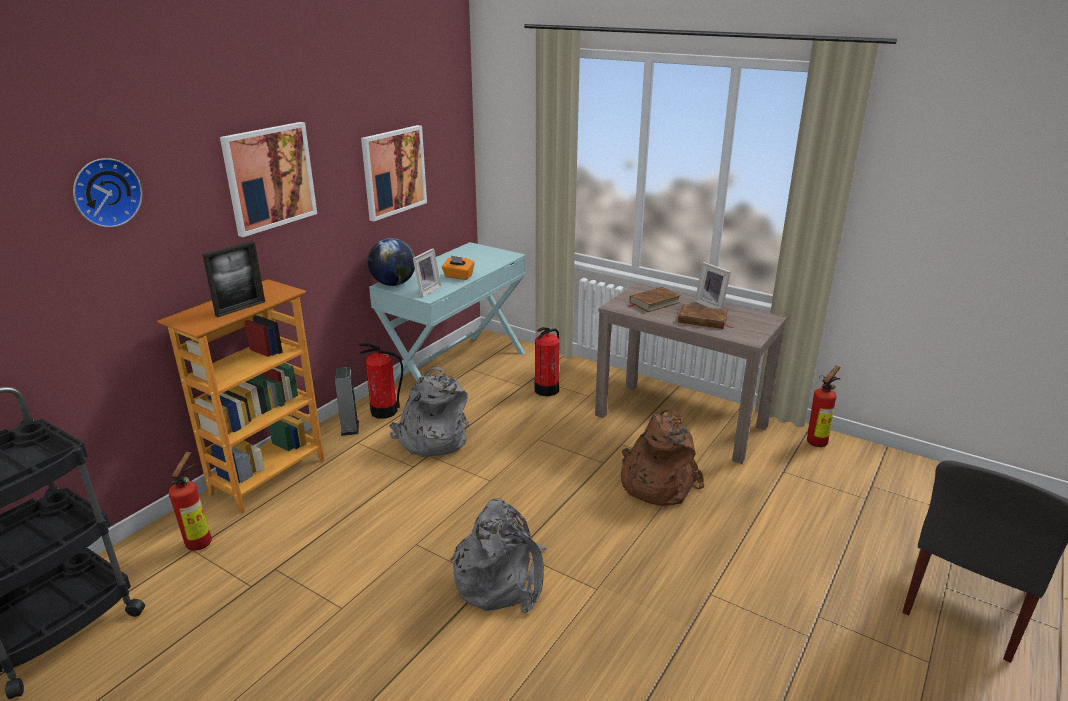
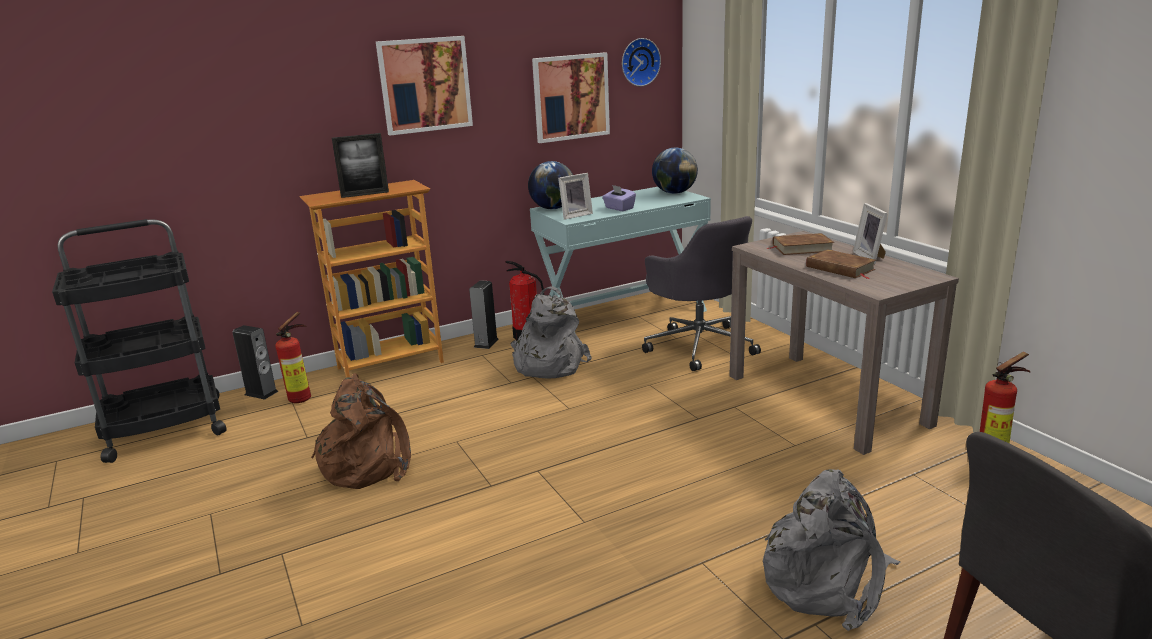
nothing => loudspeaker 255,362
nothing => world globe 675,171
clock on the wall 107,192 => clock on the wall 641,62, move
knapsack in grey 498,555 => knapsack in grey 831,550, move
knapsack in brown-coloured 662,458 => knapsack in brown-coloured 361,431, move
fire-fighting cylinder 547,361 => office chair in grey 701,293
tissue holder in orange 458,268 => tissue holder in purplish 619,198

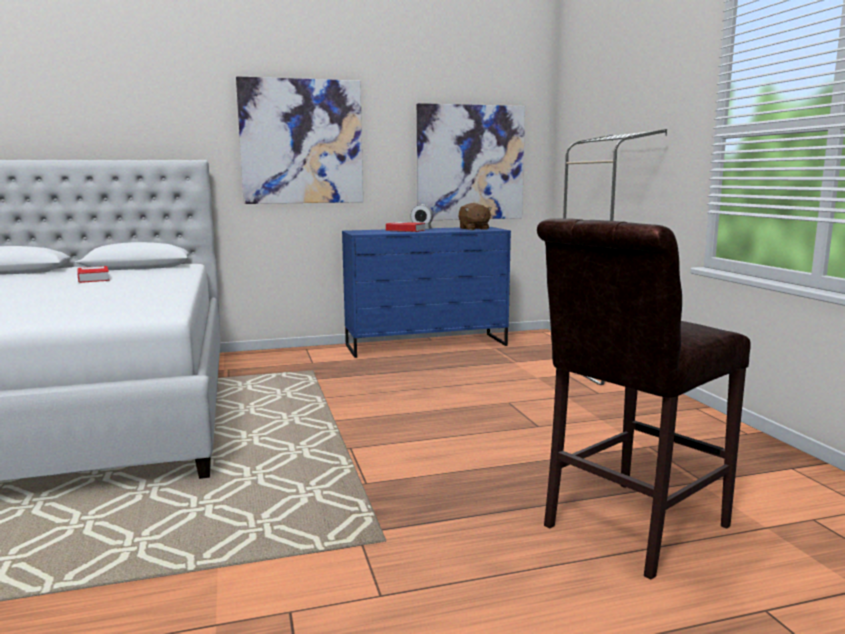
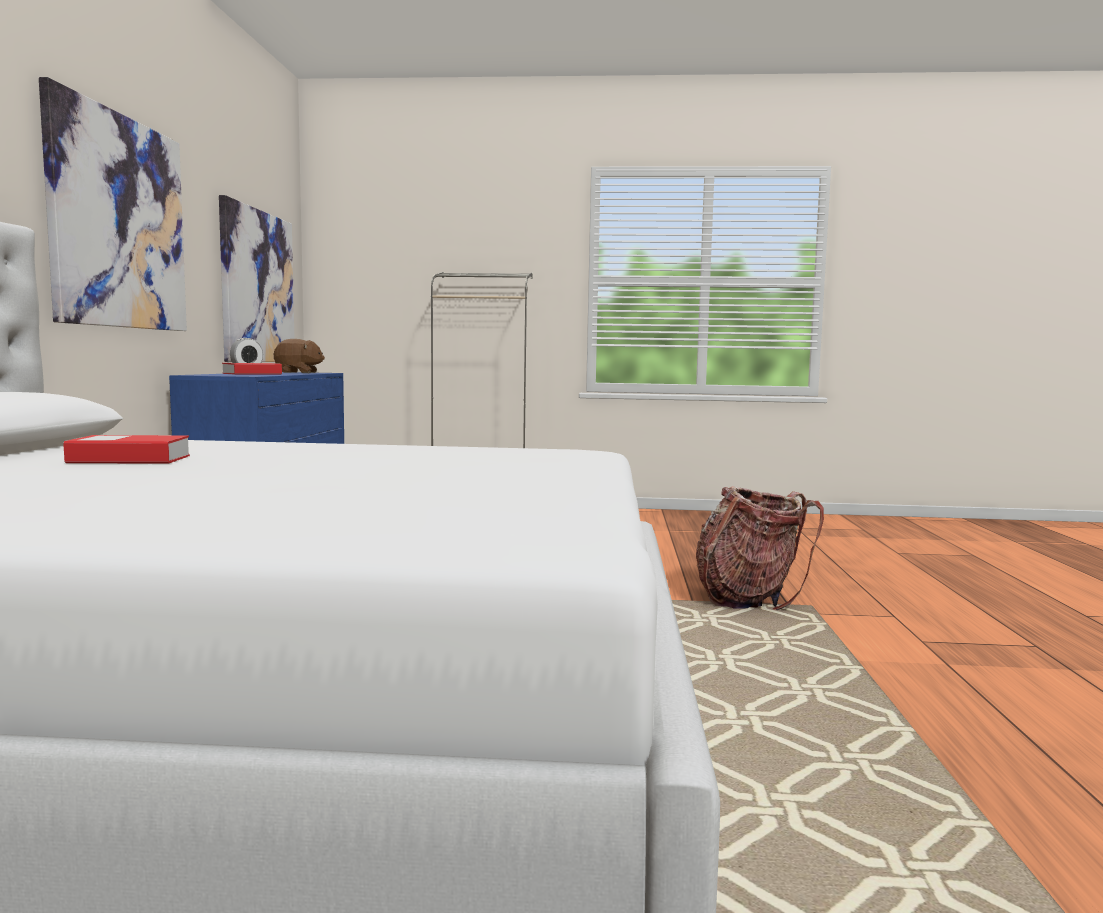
sitting stool in brown-coloured 644,399 => nothing
nothing => knapsack 760,548

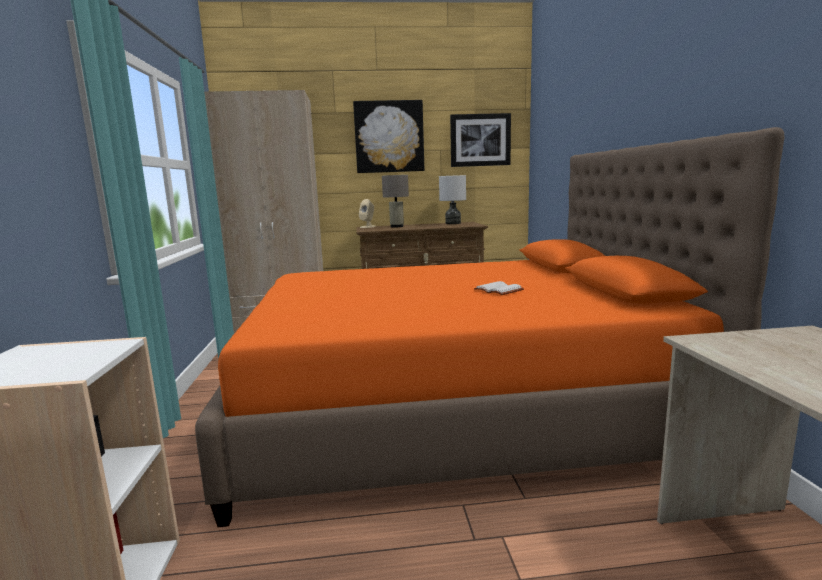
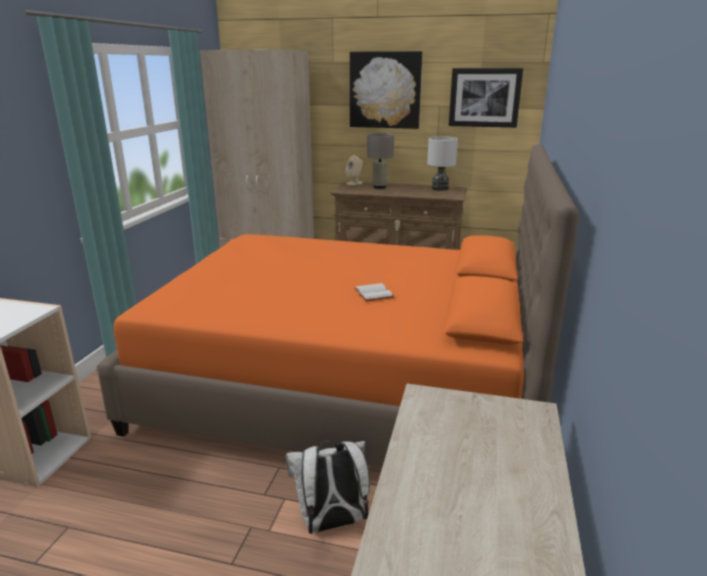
nothing => knapsack in whitish 327,487

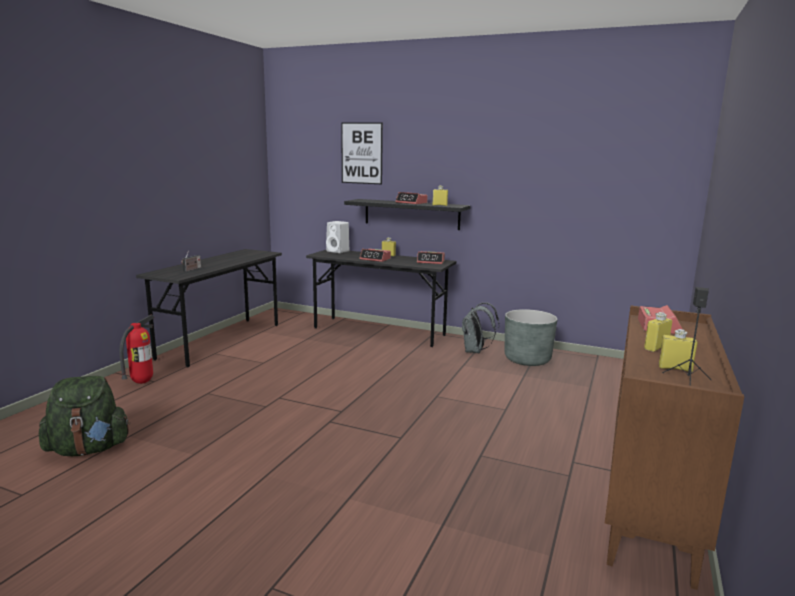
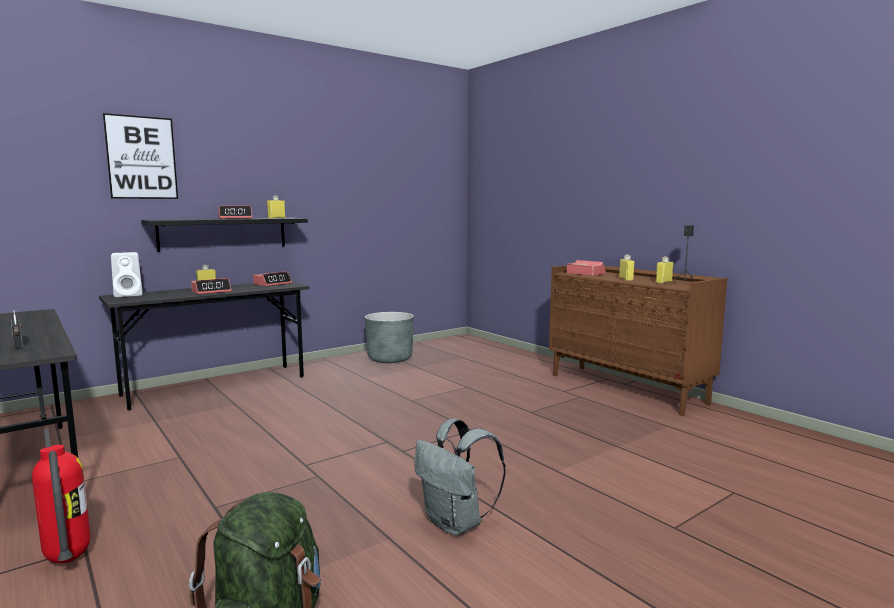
knapsack in grey 480,327 => knapsack in grey 460,477, move

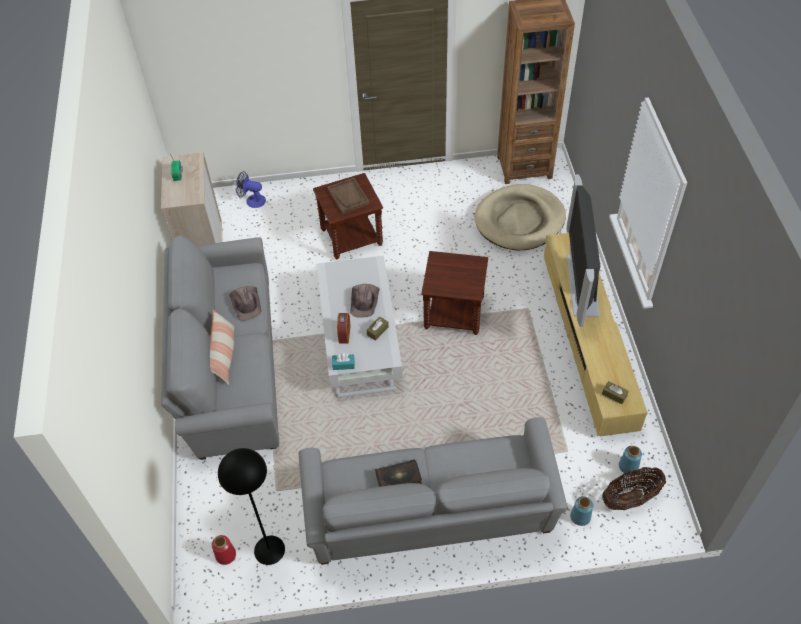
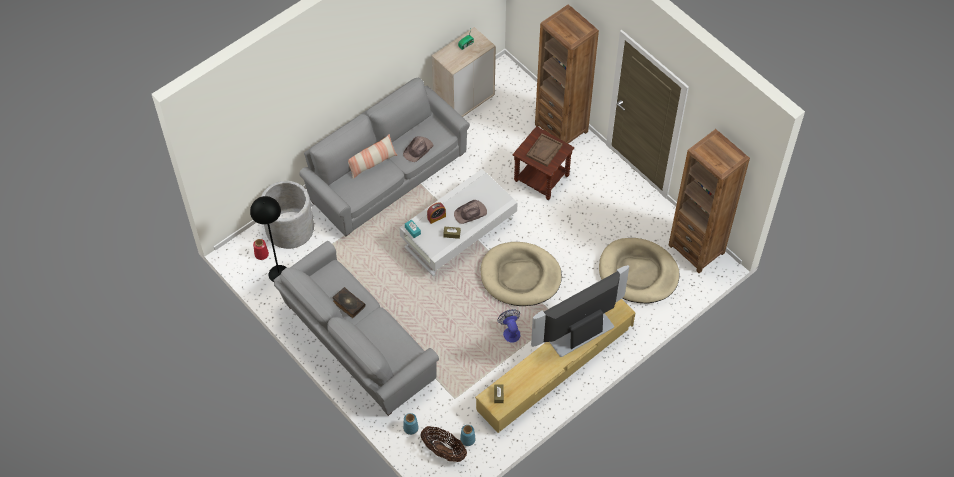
nothing => flower pot in grey 287,215
nothing => bookcase in brown-coloured 567,74
cooling fan 251,189 => cooling fan 508,326, move
end table in brown-coloured 454,293 => dog bed in sand-coloured 521,274

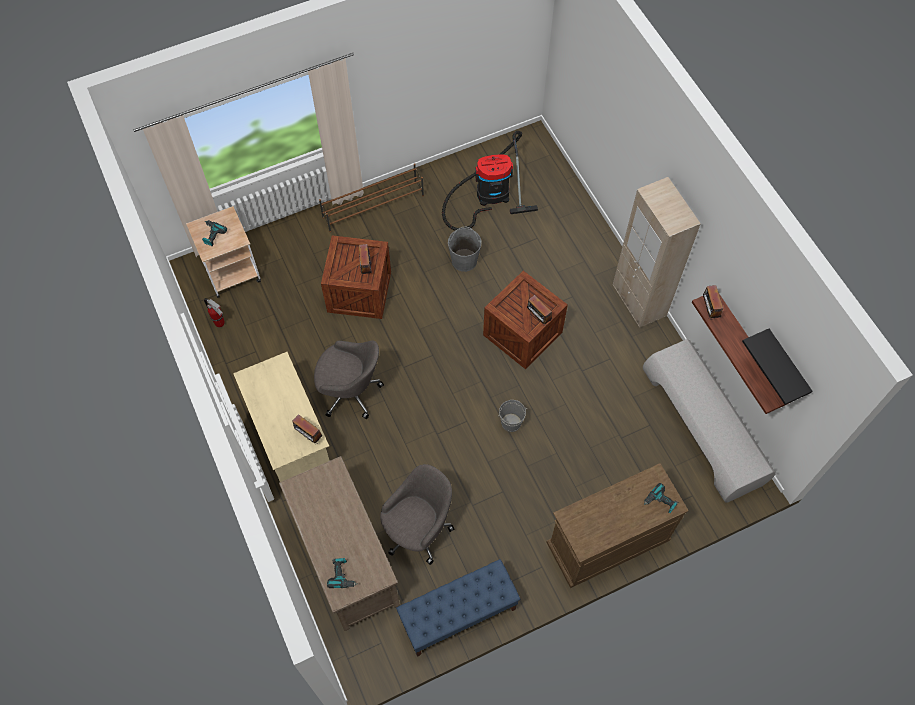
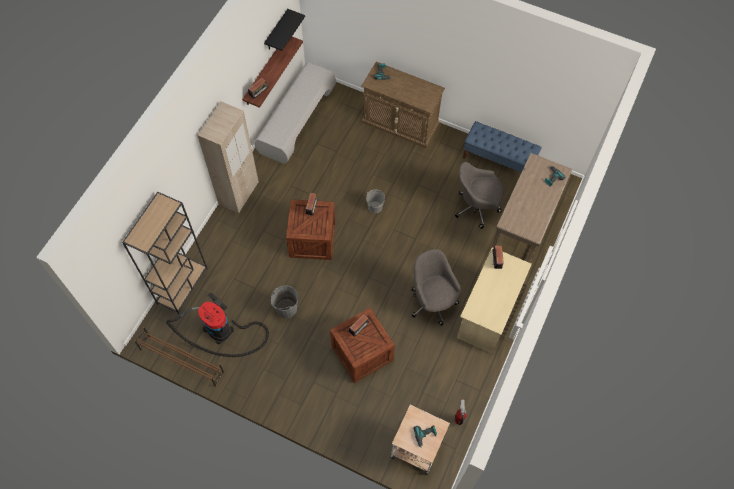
nothing => bookcase 165,253
shoe shelf in brown-coloured 371,197 => shoe shelf in brown-coloured 179,357, move

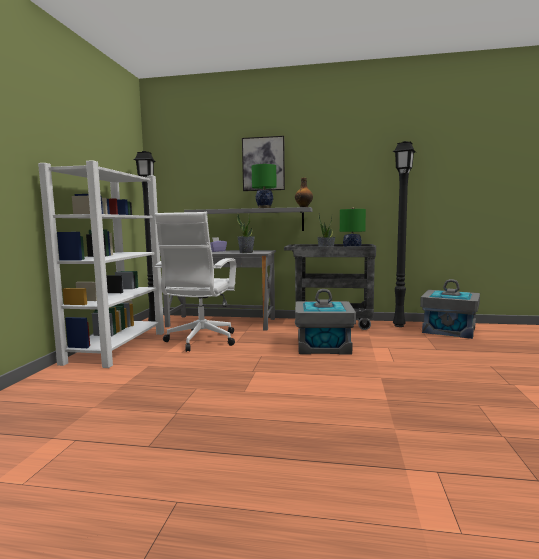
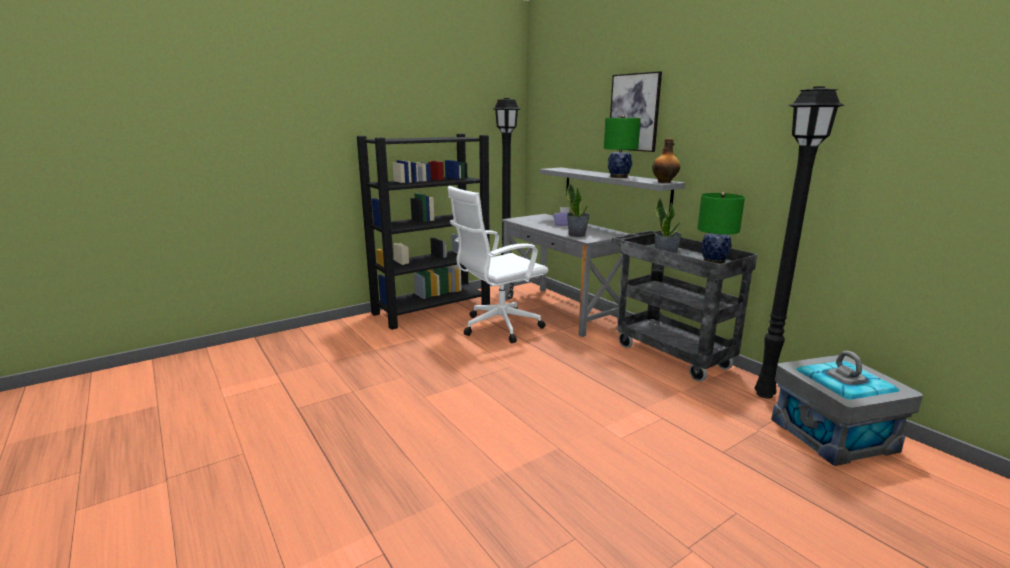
storage bin in grey 325,322 => nothing
bookcase in whitish 101,264 => bookcase in blackish 423,232

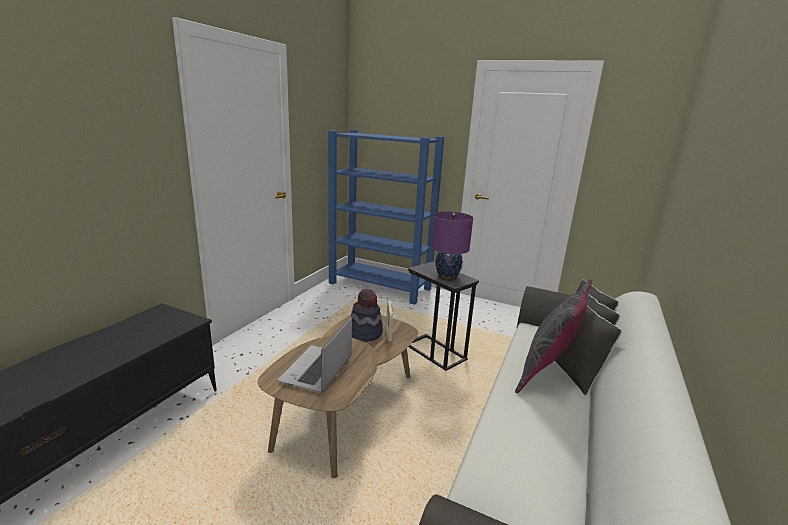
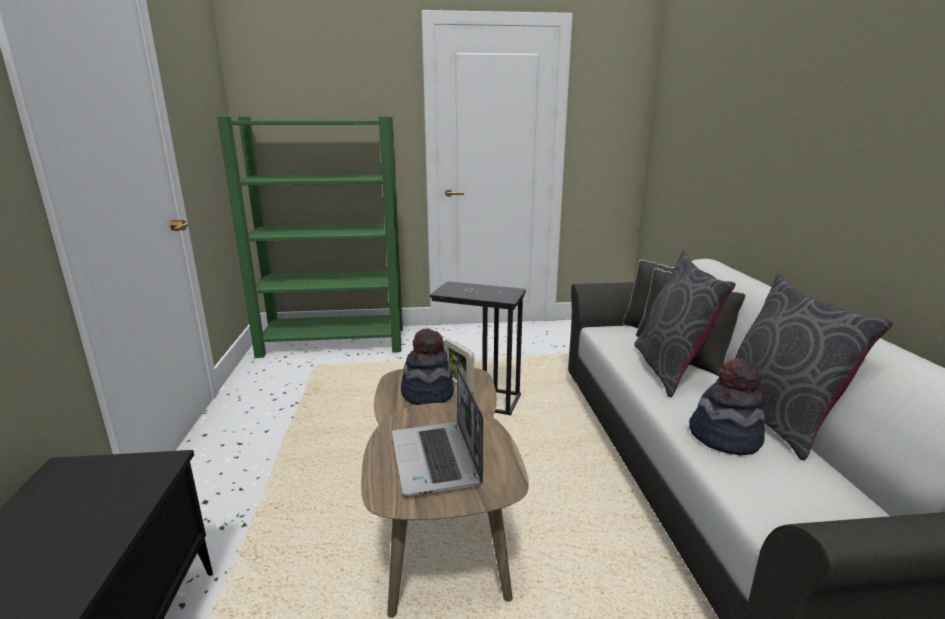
lamp for a table in purplish 452,246 => nothing
nothing => hat 727,407
nothing => cushion in grey 814,367
bookcase in blue 386,217 => bookcase in green-coloured 310,237

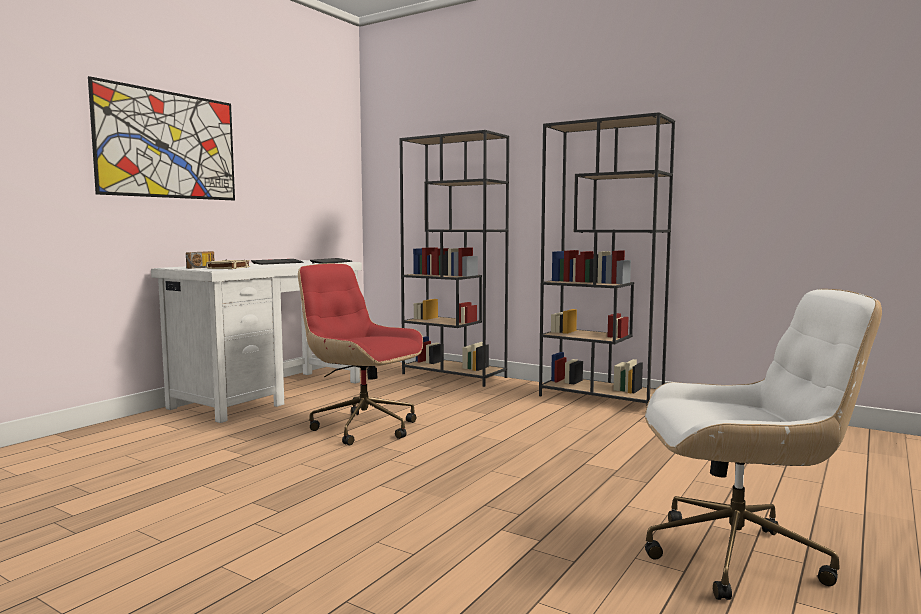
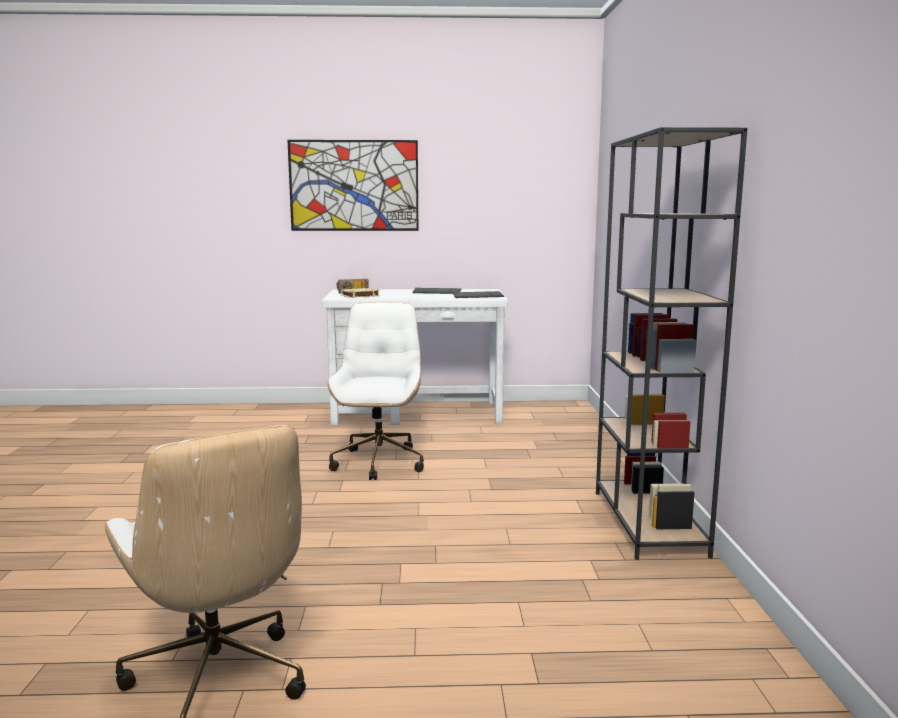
bookcase 454,258 => nothing
office chair in reddish 360,354 => office chair in whitish 376,391

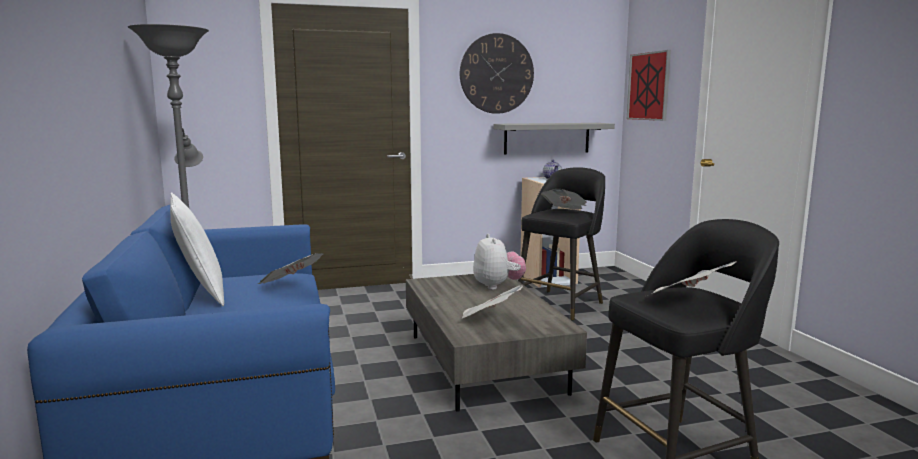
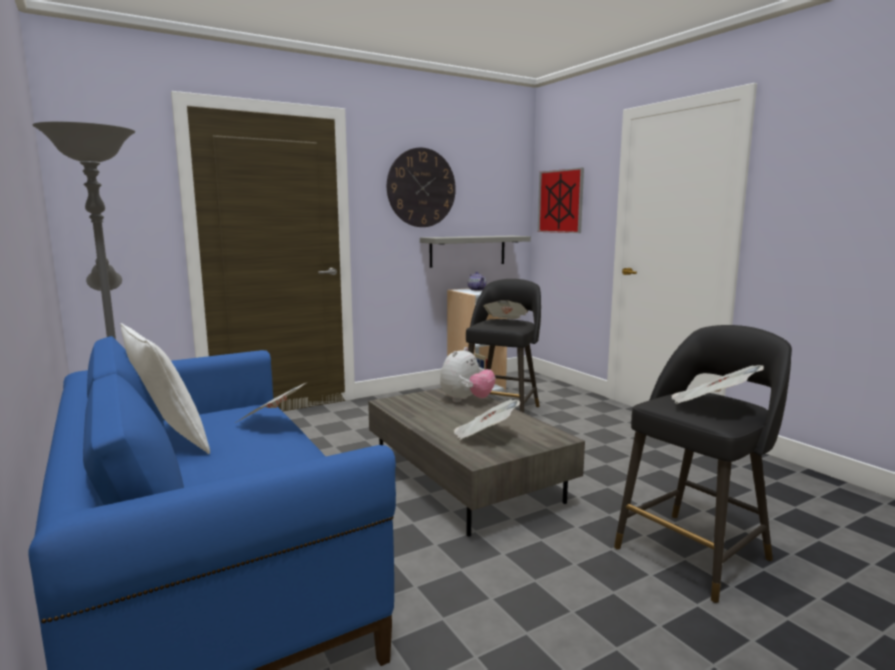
plush toy 499,262 => plush toy 468,374, 60 degrees clockwise

